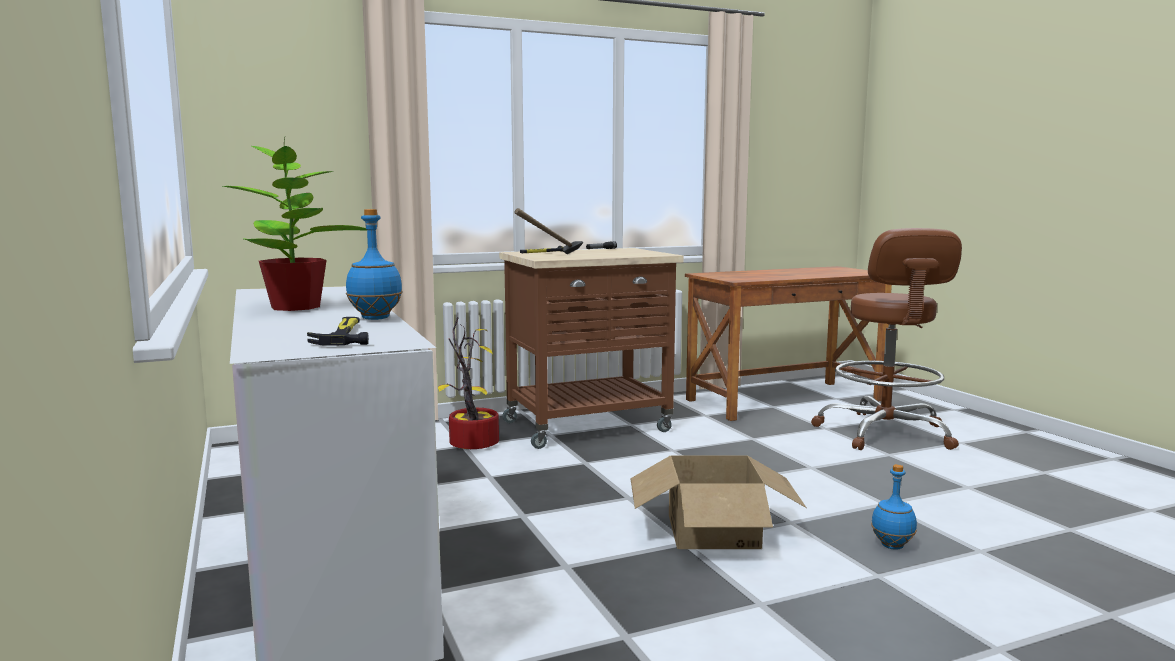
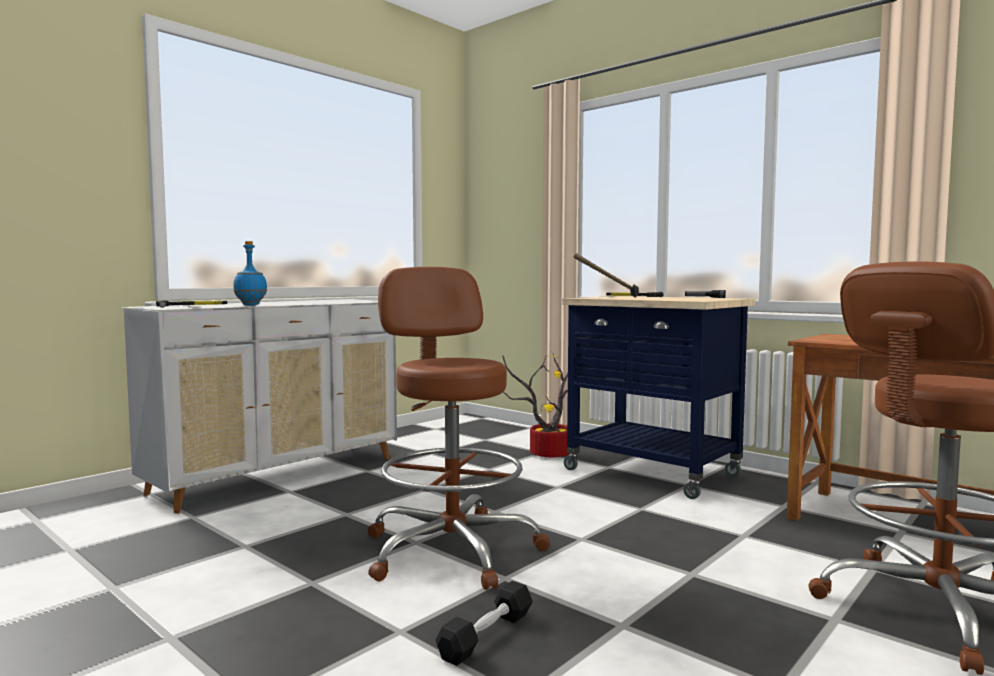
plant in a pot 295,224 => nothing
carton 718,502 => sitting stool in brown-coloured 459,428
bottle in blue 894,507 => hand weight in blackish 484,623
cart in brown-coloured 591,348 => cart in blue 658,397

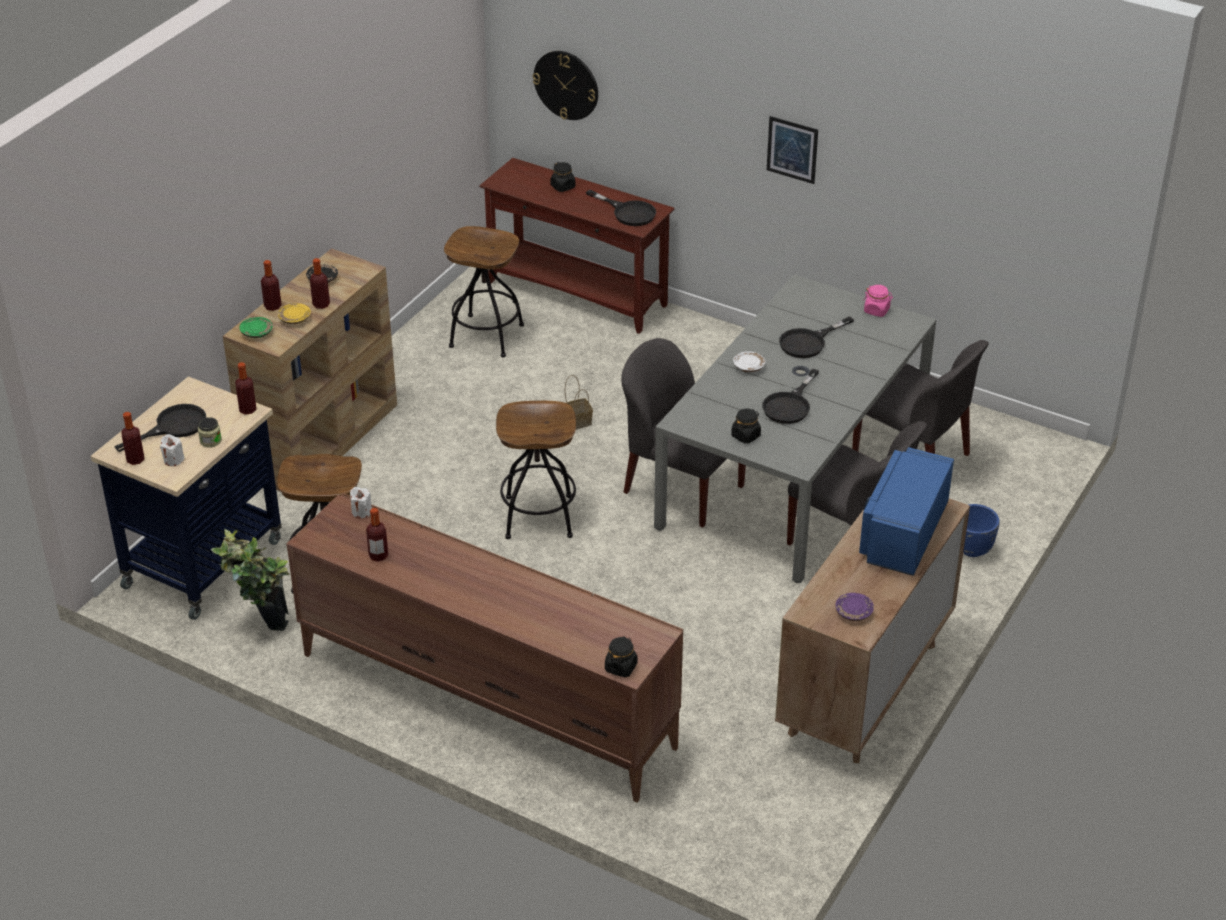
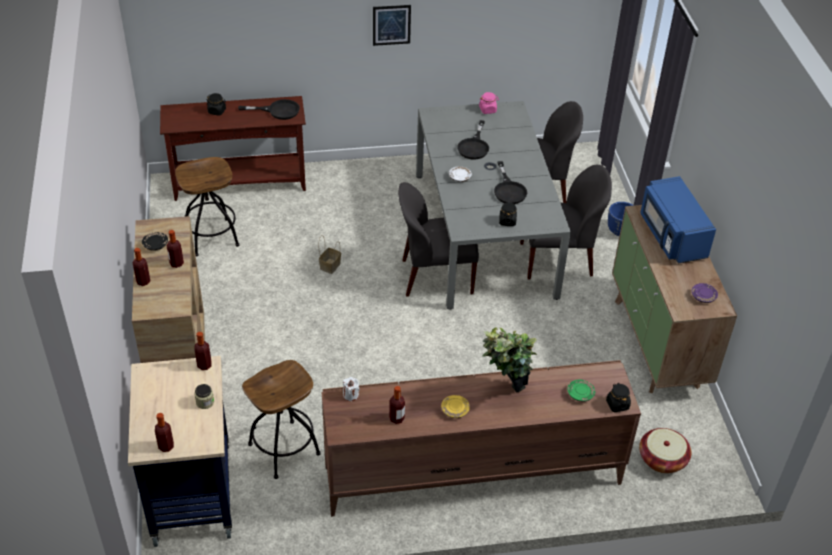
skillet in blackish 160,428 => nothing
candle in whitish 172,450 => nothing
sitting stool in brown-coloured 536,470 => nothing
clock on the wall 565,85 => nothing
nothing => storage basket 665,450
plant in a pot 250,580 => plant in a pot 509,359, move
plate in green-coloured 256,327 => plate in green-coloured 581,390, move
plate in yellowish 294,313 => plate in yellowish 455,406, move

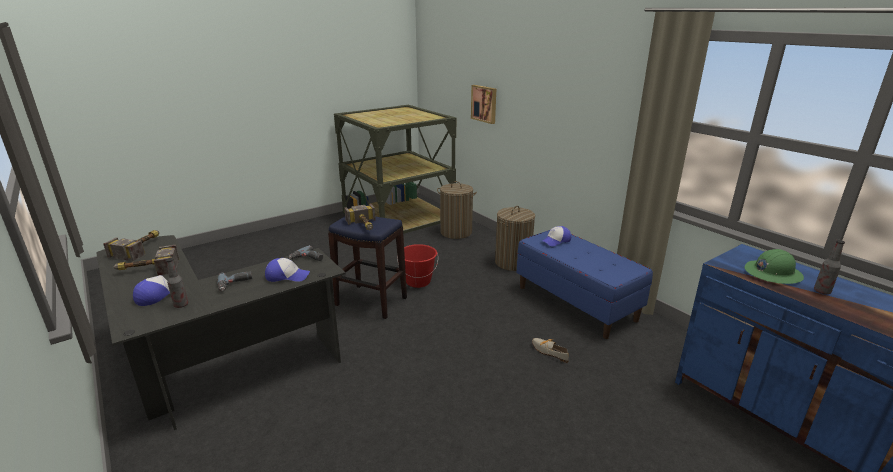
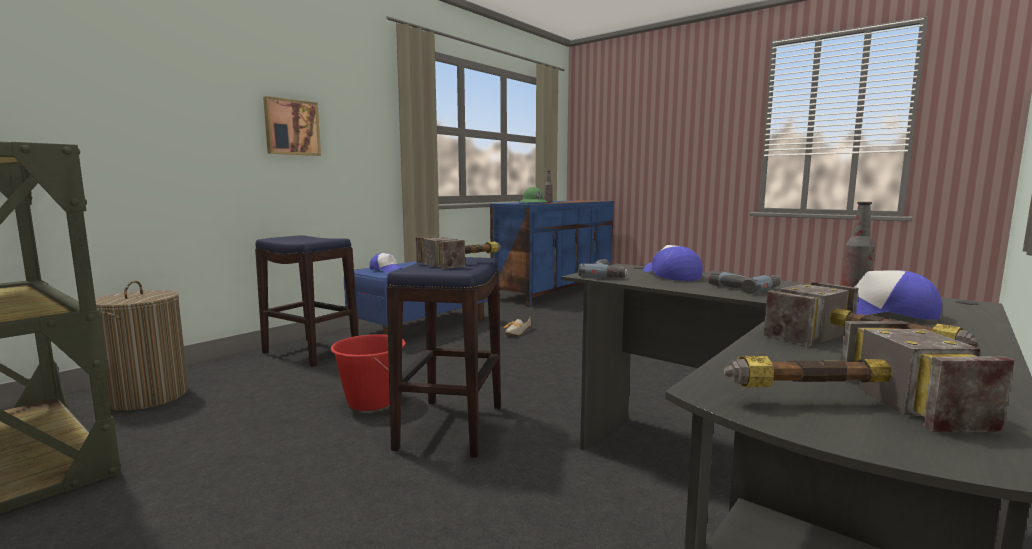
picture 483,104 => picture 292,126, move
laundry basket 515,238 => sitting stool 306,301

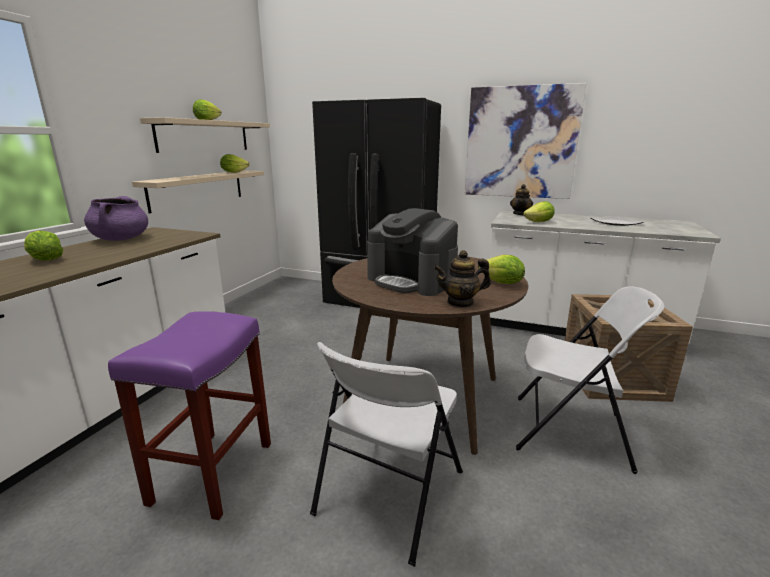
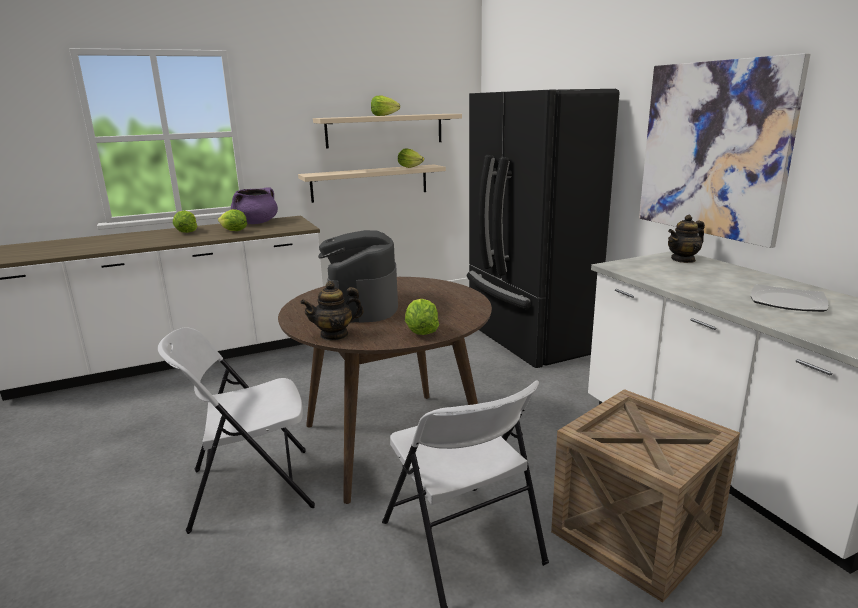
sitting stool in purplish 189,415 => nothing
head of lettuce 539,211 => head of lettuce 232,220, move
tea pot 462,279 => tea pot 332,311, 60 degrees counterclockwise

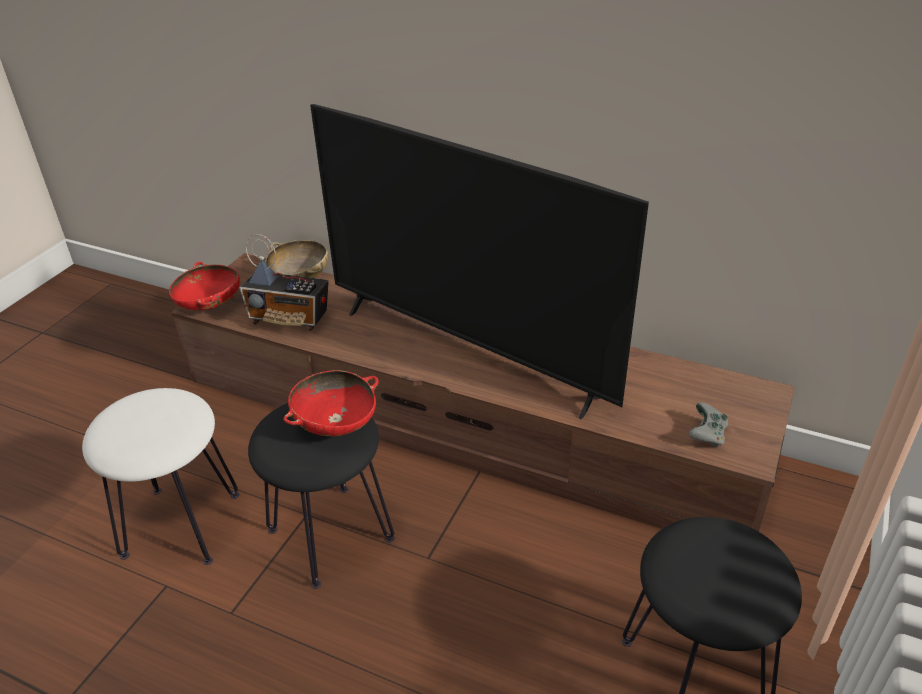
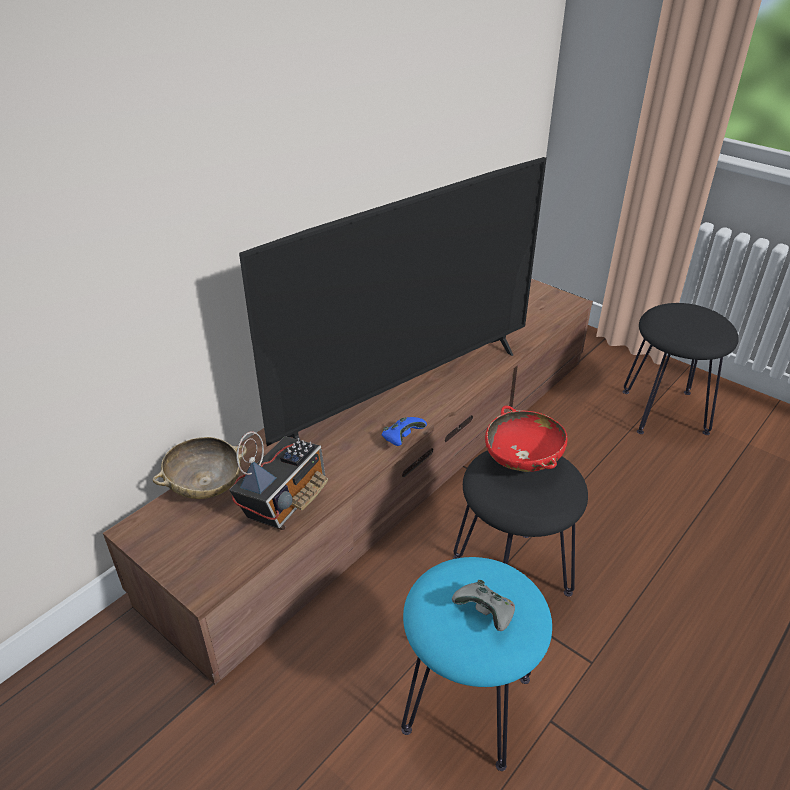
deep dish in reddish 204,286 => nothing
nothing => gamepad in blue 404,431
gamepad in grey 708,424 => gamepad in grey 483,605, move
sitting stool in whitish 160,476 => sitting stool in turquoise-coloured 476,664

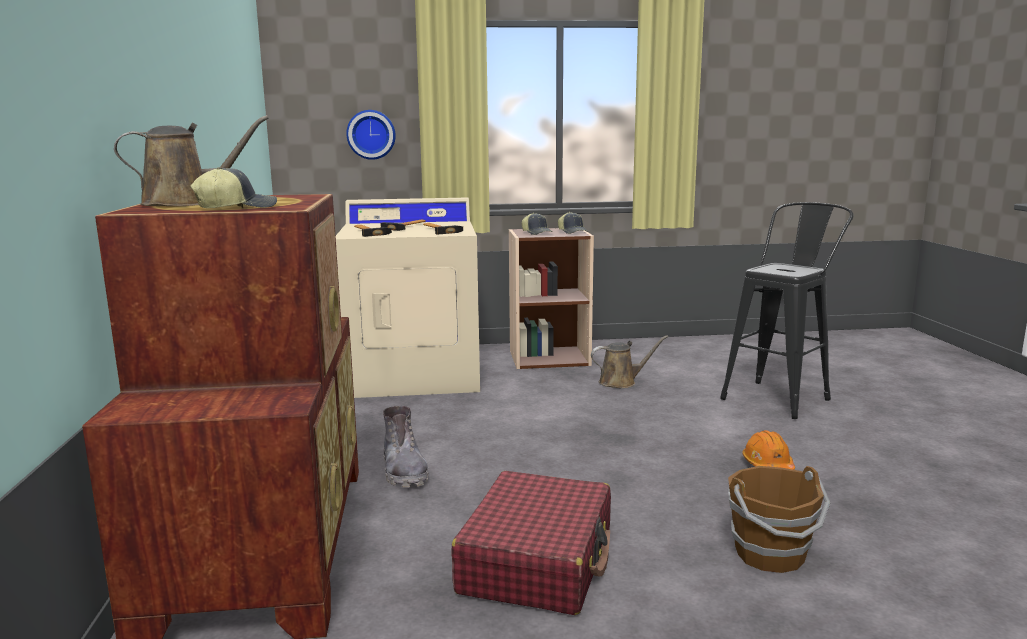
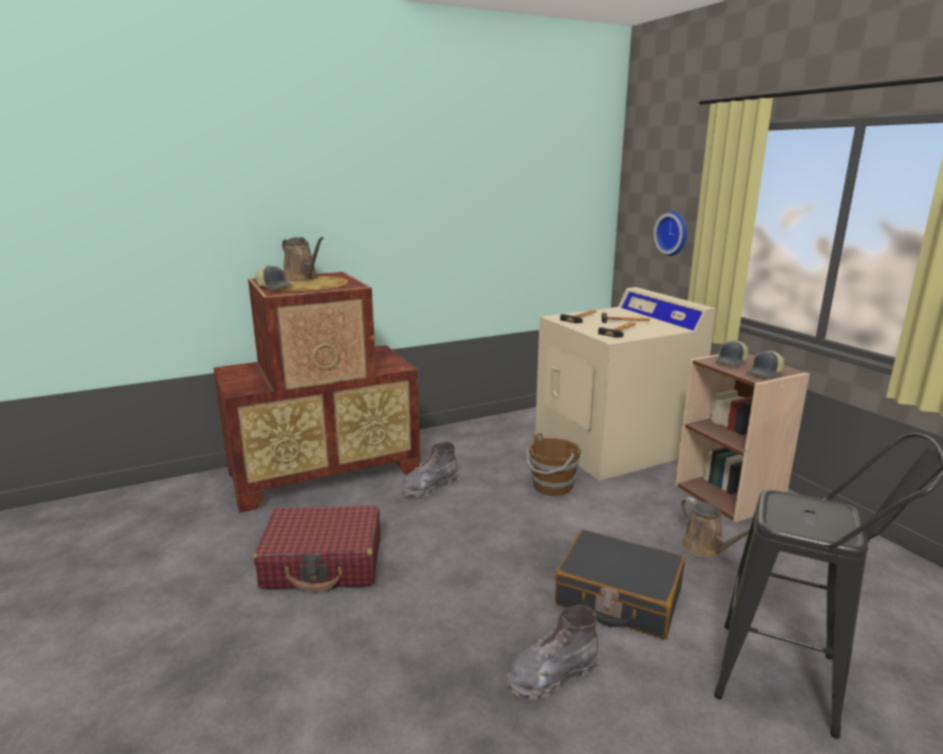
nothing => piece of luggage in blackish 620,584
bucket in brown-coloured 779,519 => bucket in brown-coloured 553,464, move
hard hat in orange 768,450 => boot in grey 553,652

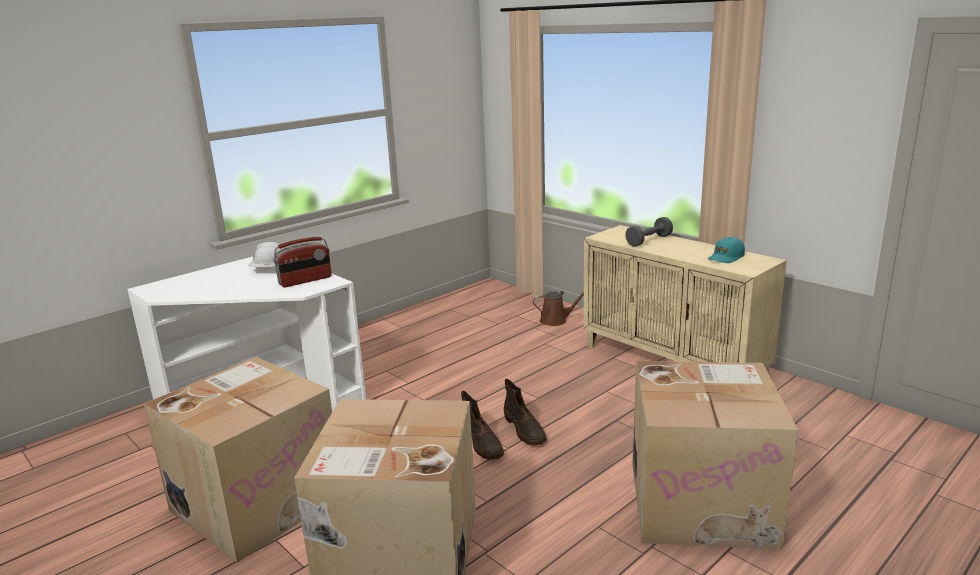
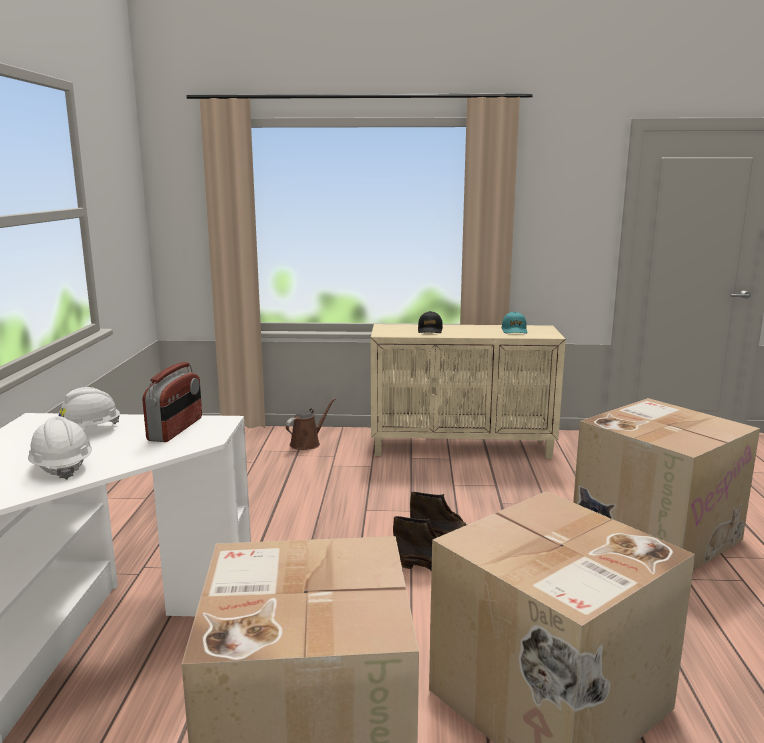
nothing => hard hat in whitish 60,448
hand weight in grey 649,232 => cap in blackish 430,322

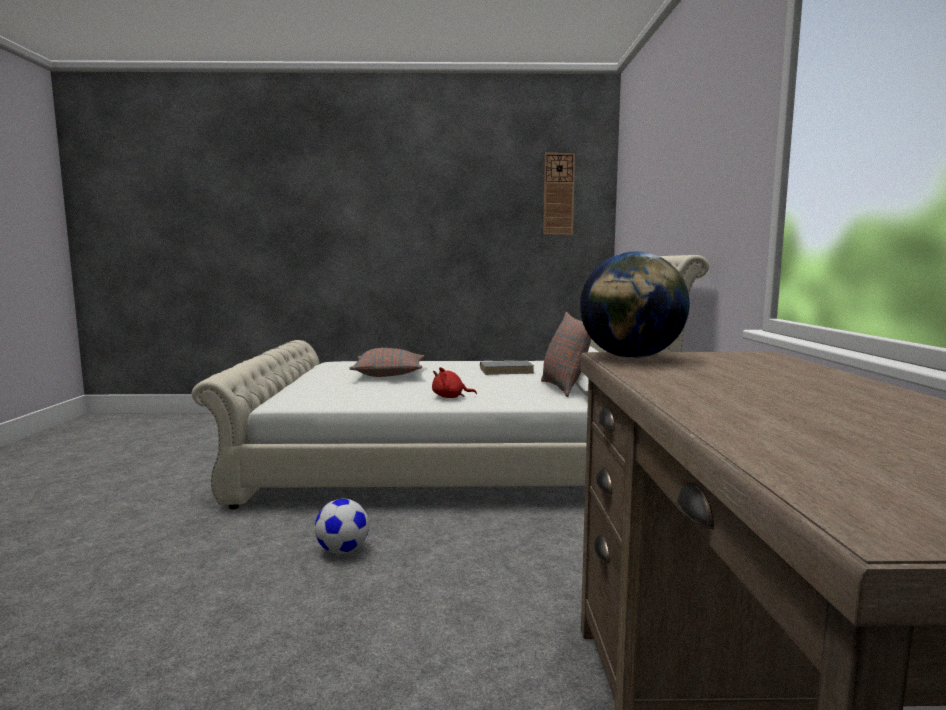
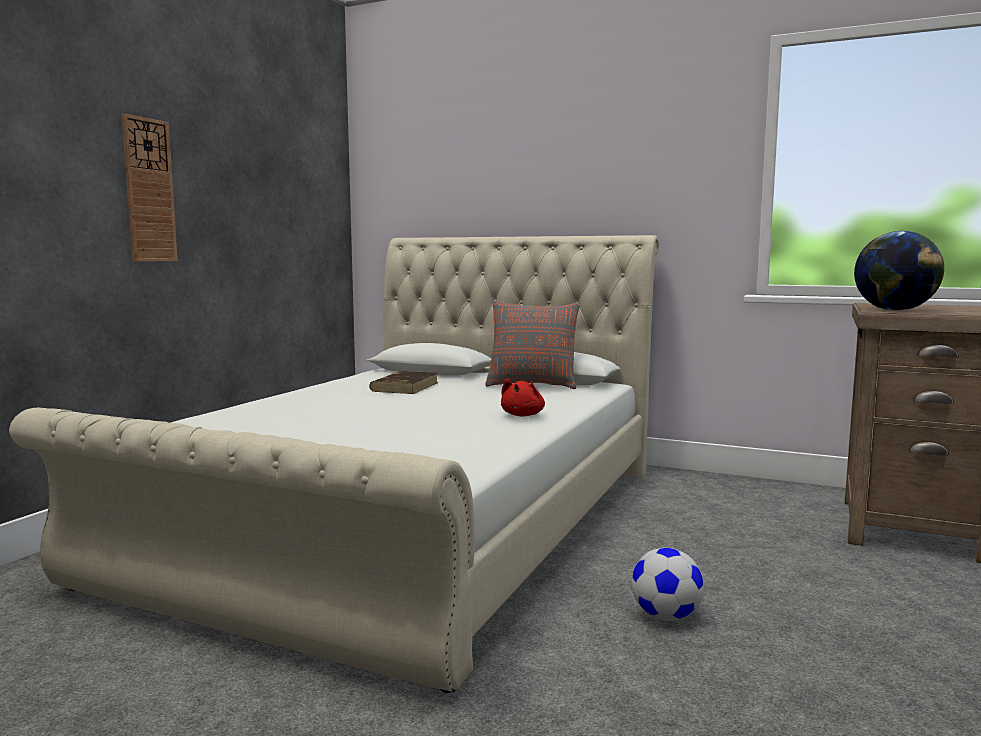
cushion in grey 386,362 => nothing
clock on the wall 559,194 => clock on the wall 150,188, move
volume in grey 507,368 => volume in brown-coloured 403,382

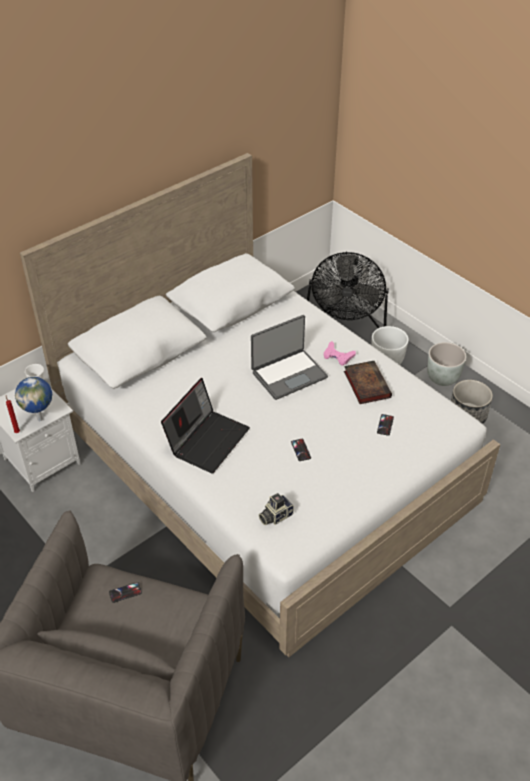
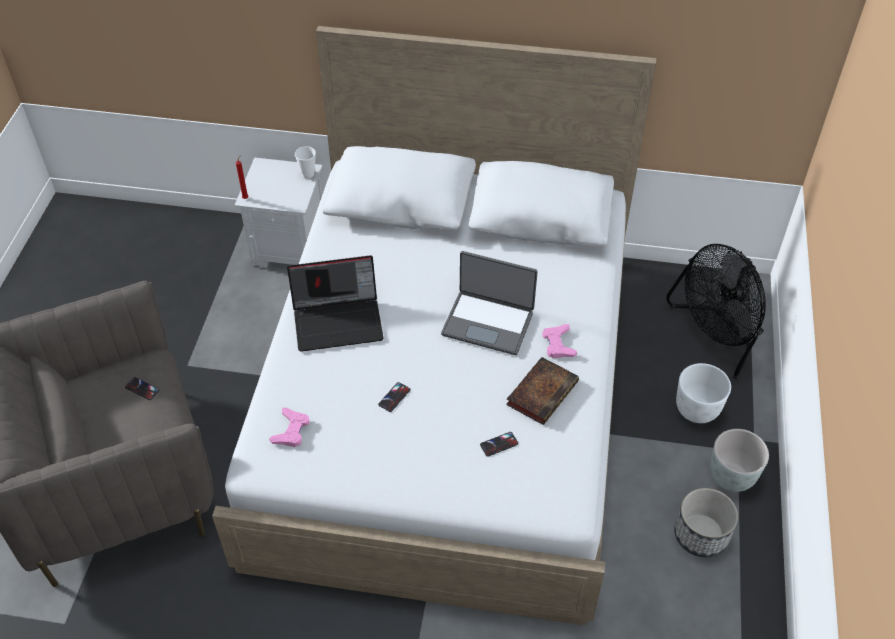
world globe 33,399 => nothing
still camera 276,509 => gamepad in pink-coloured 289,427

